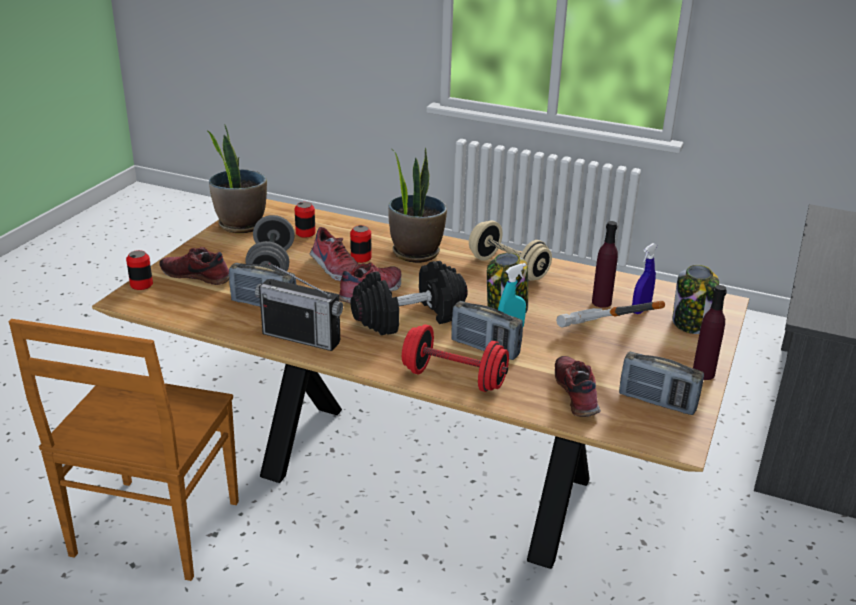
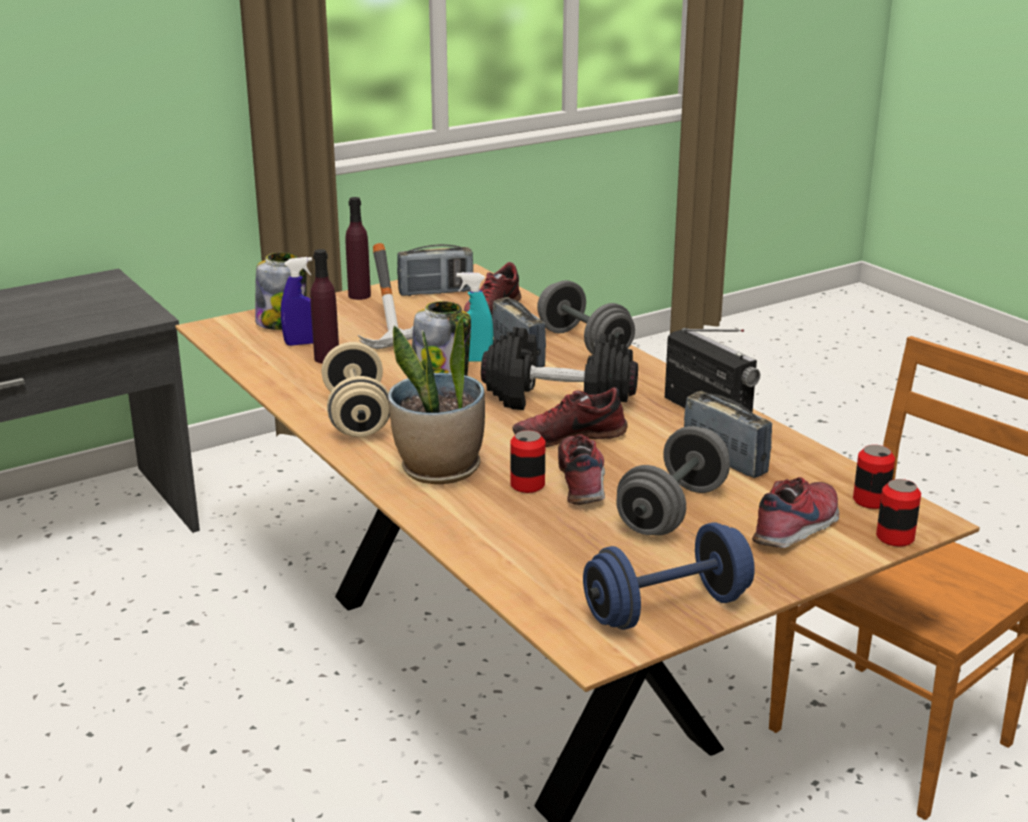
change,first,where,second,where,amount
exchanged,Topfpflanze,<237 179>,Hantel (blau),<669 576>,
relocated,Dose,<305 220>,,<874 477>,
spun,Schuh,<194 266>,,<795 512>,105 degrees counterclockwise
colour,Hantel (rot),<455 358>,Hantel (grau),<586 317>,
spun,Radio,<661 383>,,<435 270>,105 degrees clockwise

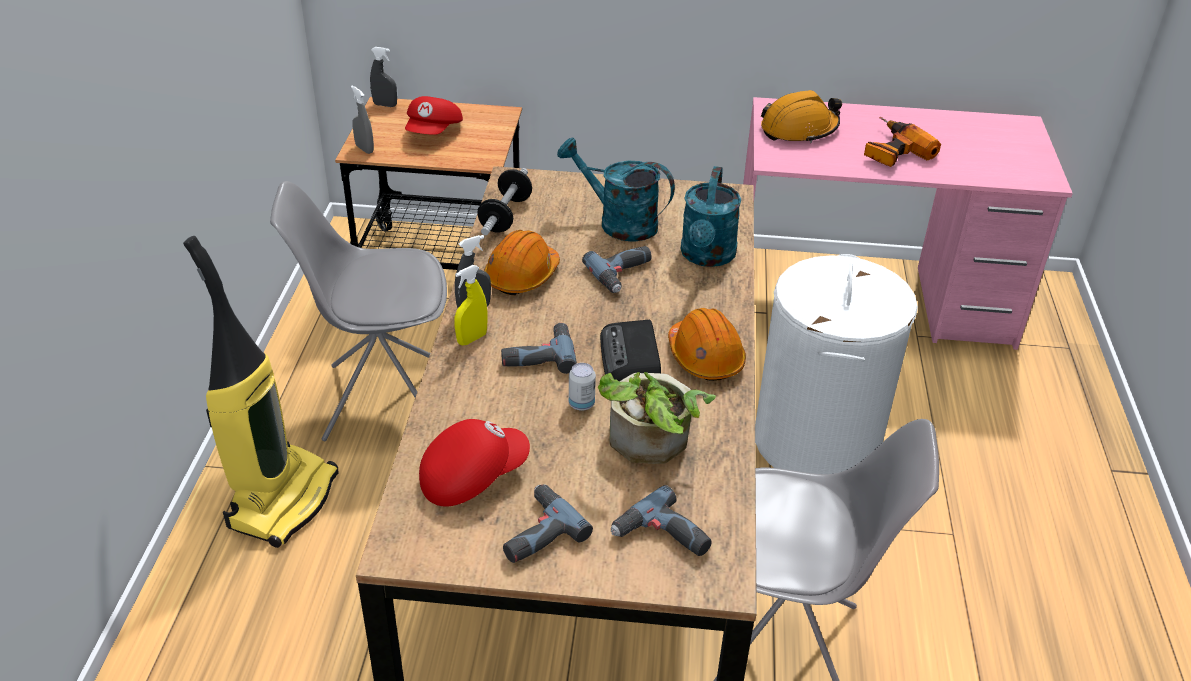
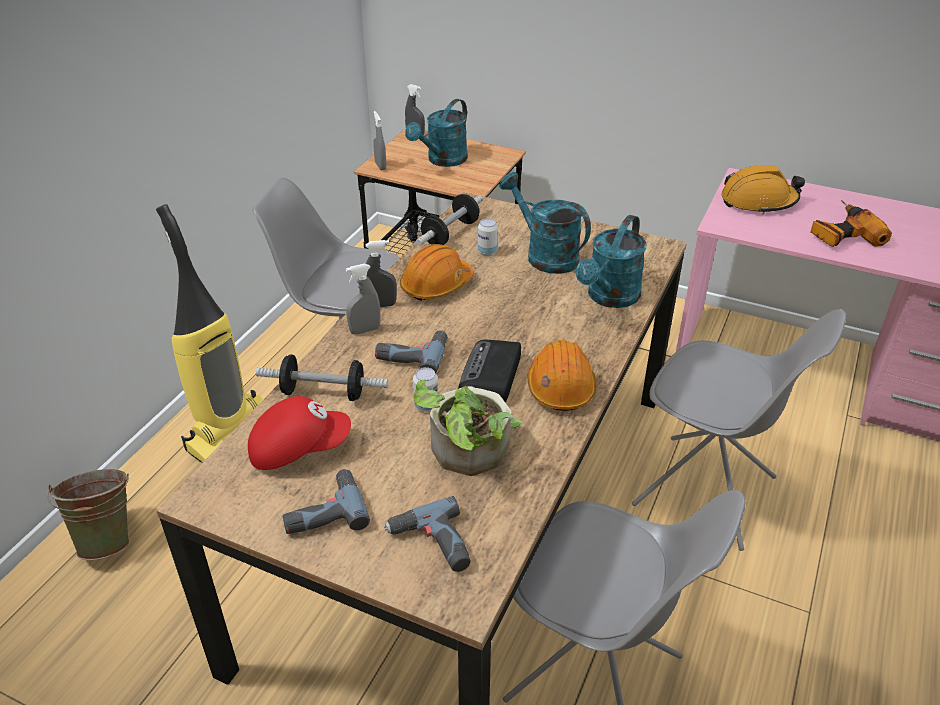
change,first,where,second,where,amount
exchanged,Kappe (rot),<434 115>,Gießkanne (türkis),<436 133>,
missing,Bohrmaschine,<617 269>,,,
exchanged,Wäschekorb (weiß),<836 364>,Stuhl (grau),<739 430>,
colour,Sprühflasche (gelb),<471 305>,Sprühflasche (grau),<363 299>,
appeared,,,Dose,<488 236>,
appeared,,,Hantel,<322 377>,
appeared,,,Eimer (grün),<88 514>,

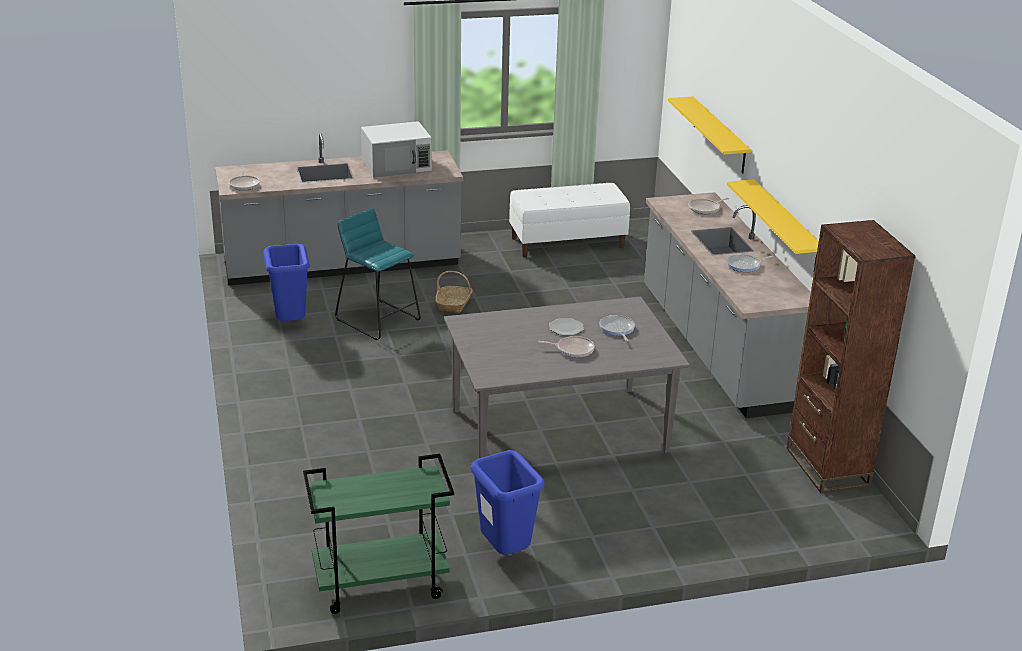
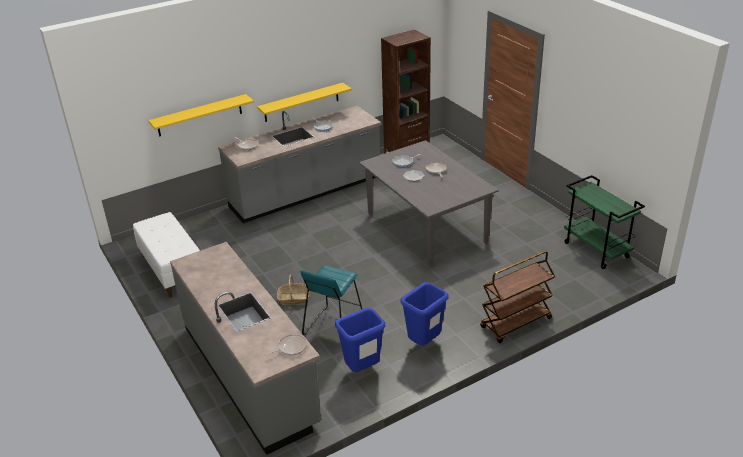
change,first,where,second,where,amount
missing,Mikrowelle (weiß),<396 149>,,,
relocated,Mülleimer (blau),<507 502>,,<425 314>,
appeared,,,Rollwagen (braun),<517 297>,

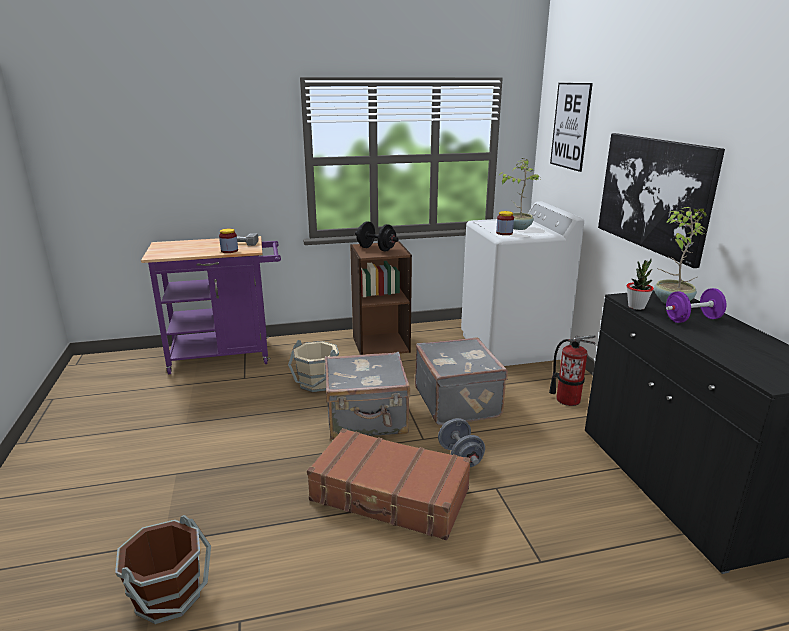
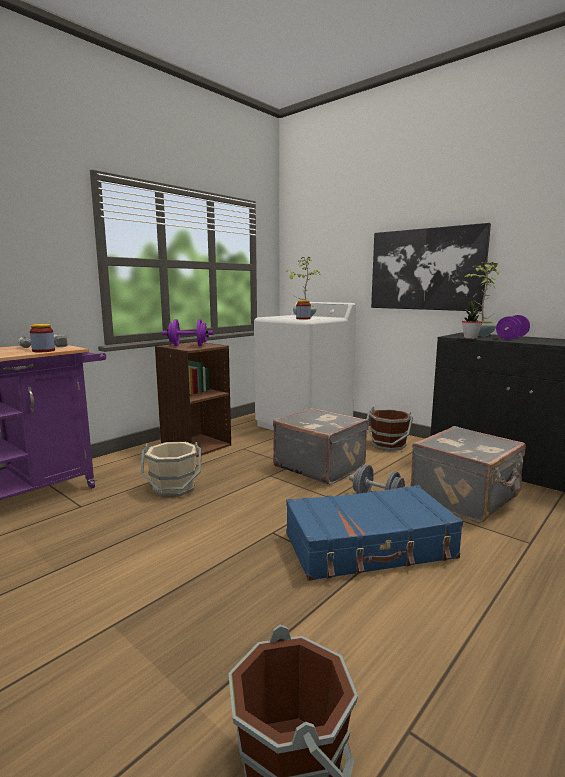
change,first,where,second,where,amount
missing,Bild,<571 127>,,,
colour,Hantel (schwarz),<377 236>,Hantel (lila),<188 332>,
exchanged,Feuerlöscher,<572 370>,Eimer (braun),<390 428>,
relocated,Koffer (grau),<367 395>,,<468 474>,
colour,Koffer (braun),<389 484>,Koffer (blau),<374 533>,

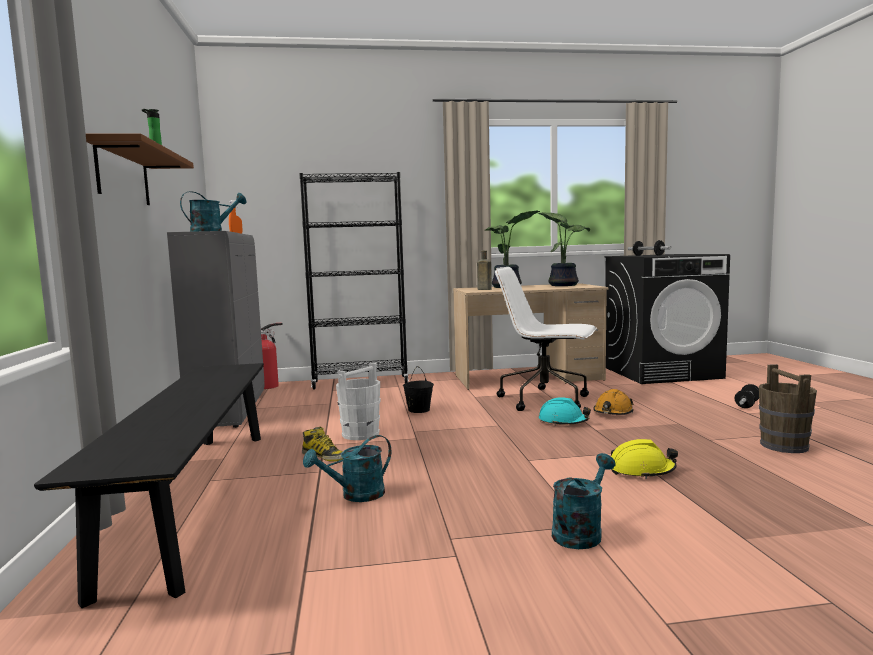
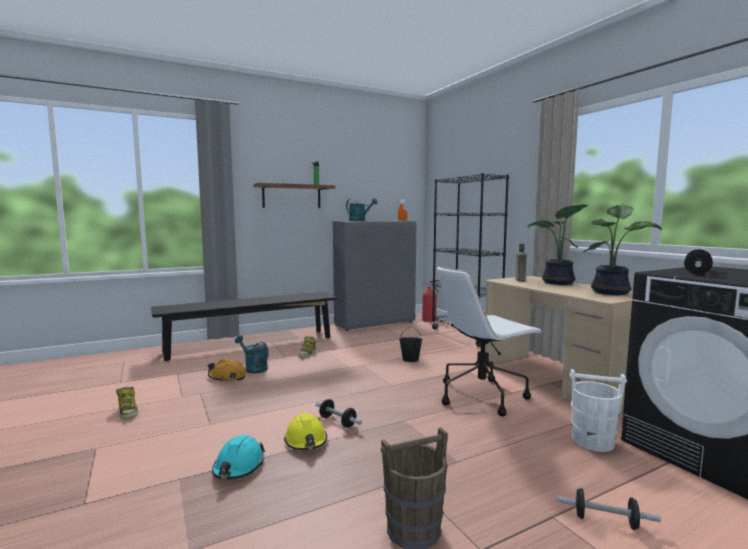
change,first,where,second,where,amount
spun,Bürostuhl (weiß),<546 339>,,<489 341>,120 degrees counterclockwise
relocated,Eimer (weiß),<358 401>,,<598 410>,
relocated,Schutzhelm (orange),<613 402>,,<227 370>,
relocated,Schutzhelm (türkis),<565 411>,,<238 457>,
missing,Gießkanne (türkis),<584 501>,,,
appeared,,,Stiefel,<127 403>,
appeared,,,Hantel,<338 413>,

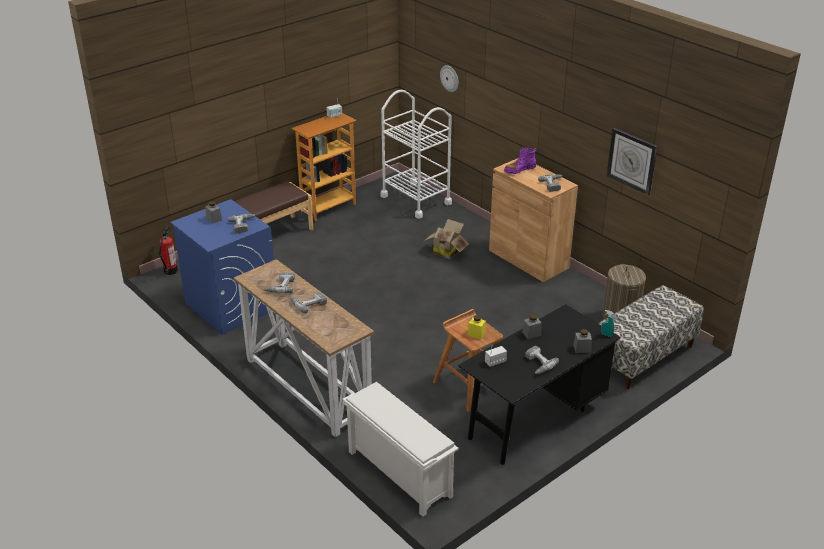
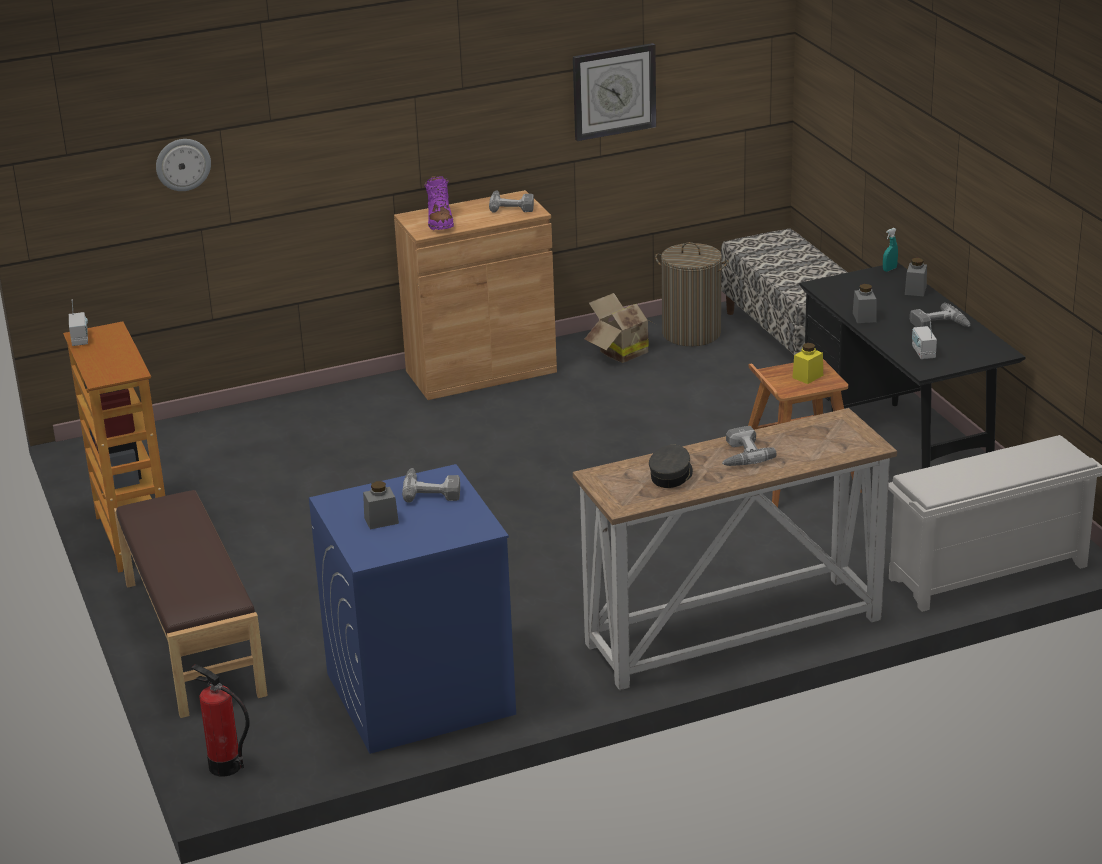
change,first,where,second,where,amount
missing,Rollwagen (weiß),<416 154>,,,
relocated,Karton,<446 239>,,<623 328>,
exchanged,Bohrmaschine,<279 283>,Kappe (grau),<671 466>,

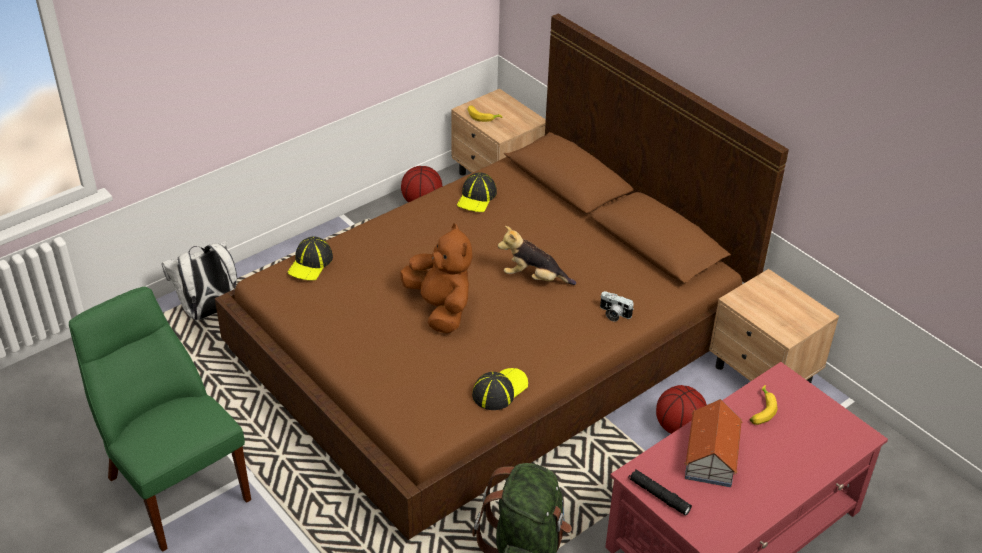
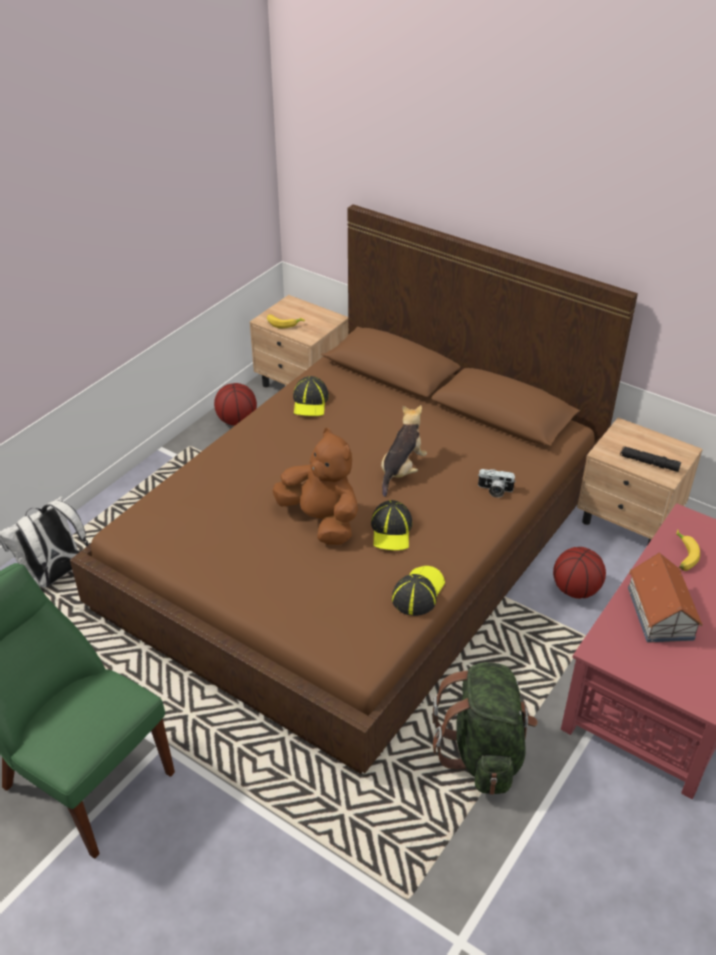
change,first,where,second,where,amount
spun,Plüschtier,<537 255>,,<404 451>,120 degrees clockwise
relocated,Kappe,<310 258>,,<391 525>,
relocated,Taschenlampe (schwarz),<660 492>,,<650 459>,

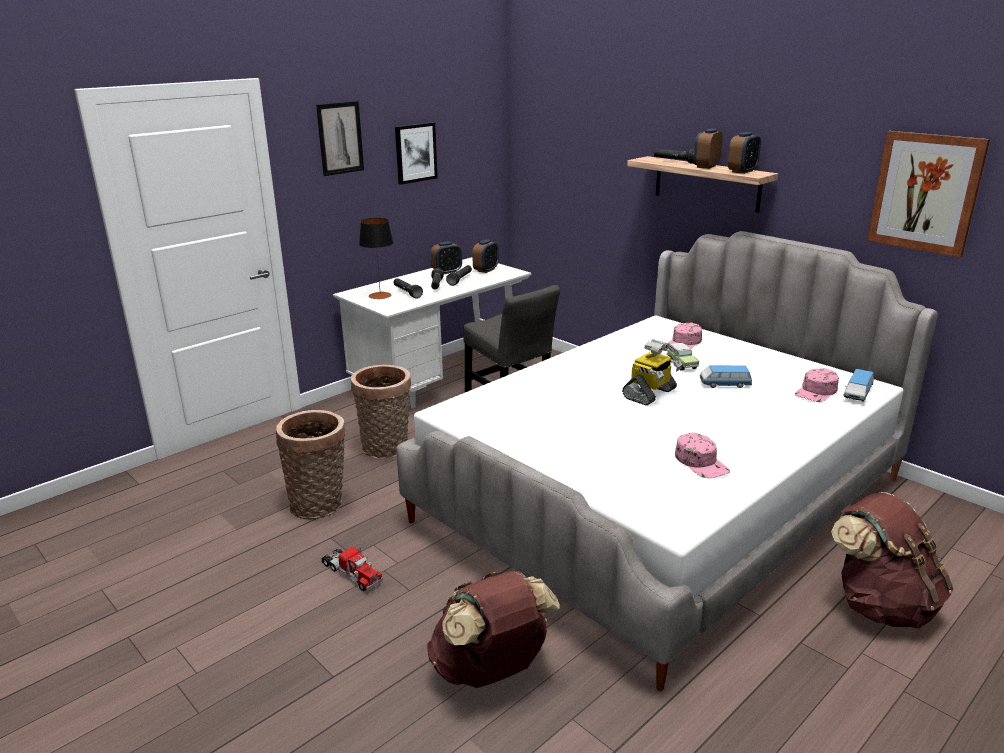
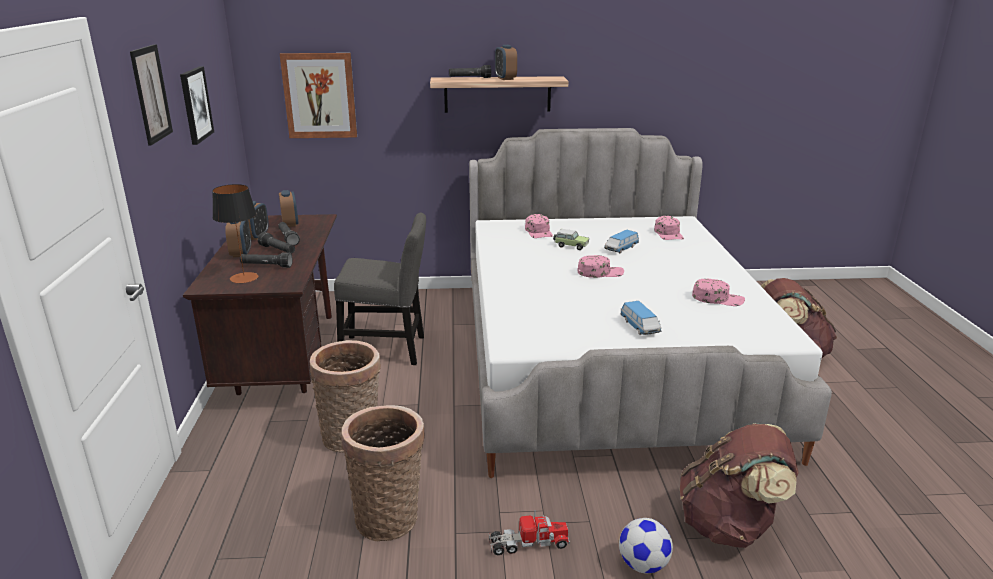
change,first,where,second,where,amount
relocated,Bild,<928 194>,,<318 95>,
relocated,Wecker,<744 153>,,<238 238>,
colour,Schreibtisch (weiß),<432 333>,Schreibtisch (braun),<260 304>,
exchanged,Spielzeugroboter,<652 372>,Kappe (rosa),<601 266>,
relocated,Spielzeugauto,<859 385>,,<641 318>,
appeared,,,Fußball,<646 545>,

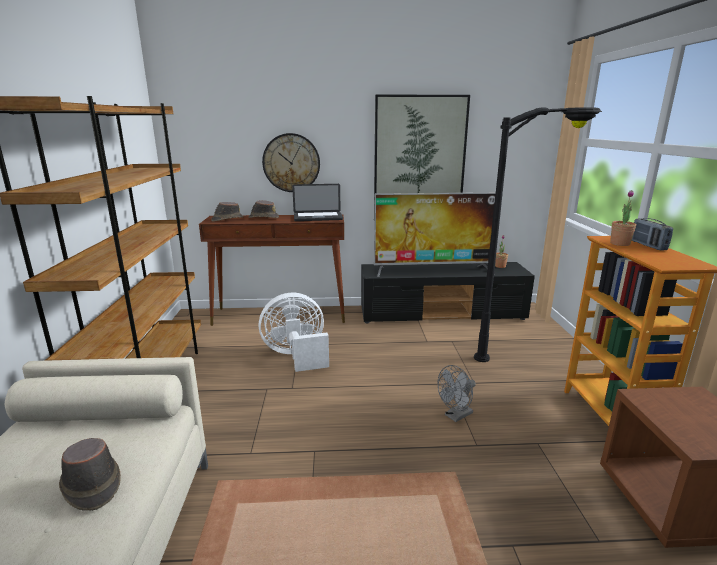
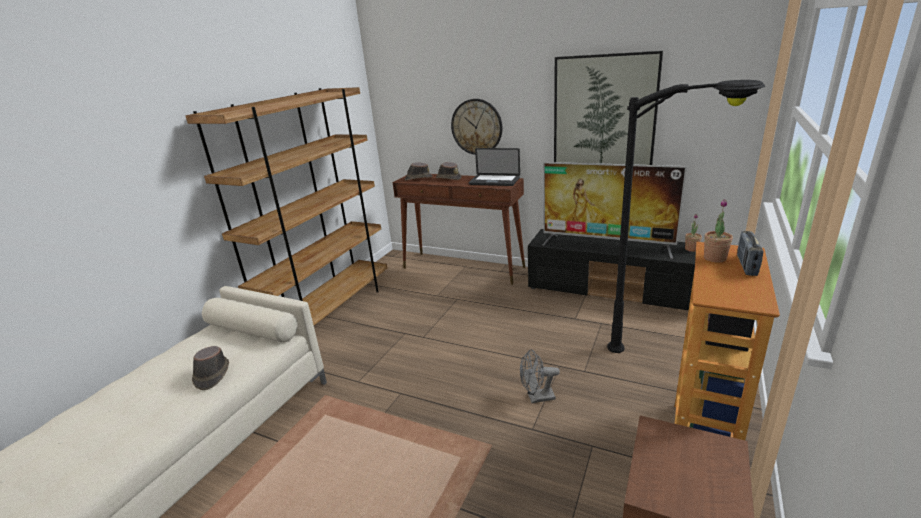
change,first,where,second,where,amount
missing,Ventilator (weiß),<294 332>,,,

